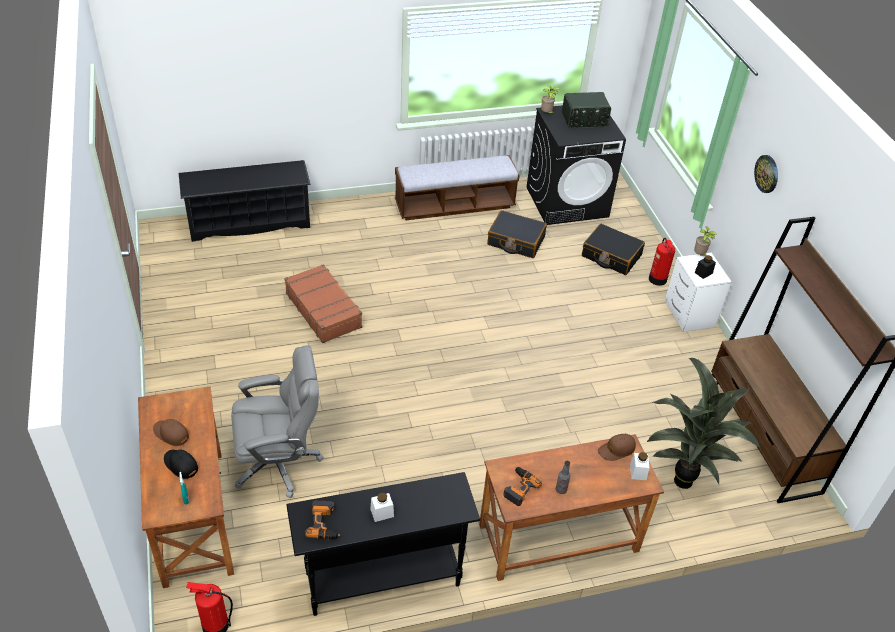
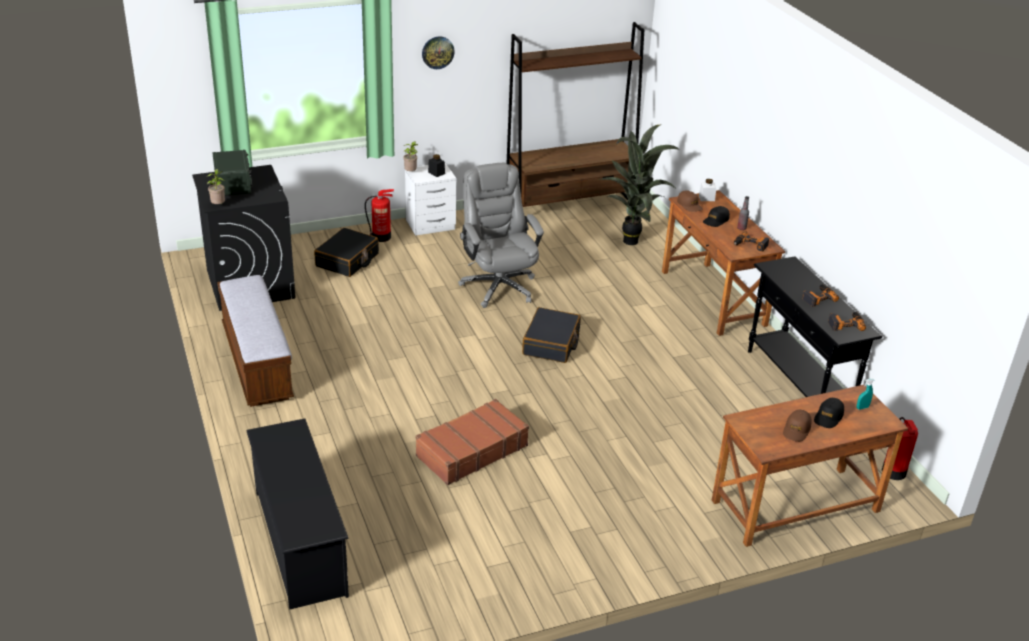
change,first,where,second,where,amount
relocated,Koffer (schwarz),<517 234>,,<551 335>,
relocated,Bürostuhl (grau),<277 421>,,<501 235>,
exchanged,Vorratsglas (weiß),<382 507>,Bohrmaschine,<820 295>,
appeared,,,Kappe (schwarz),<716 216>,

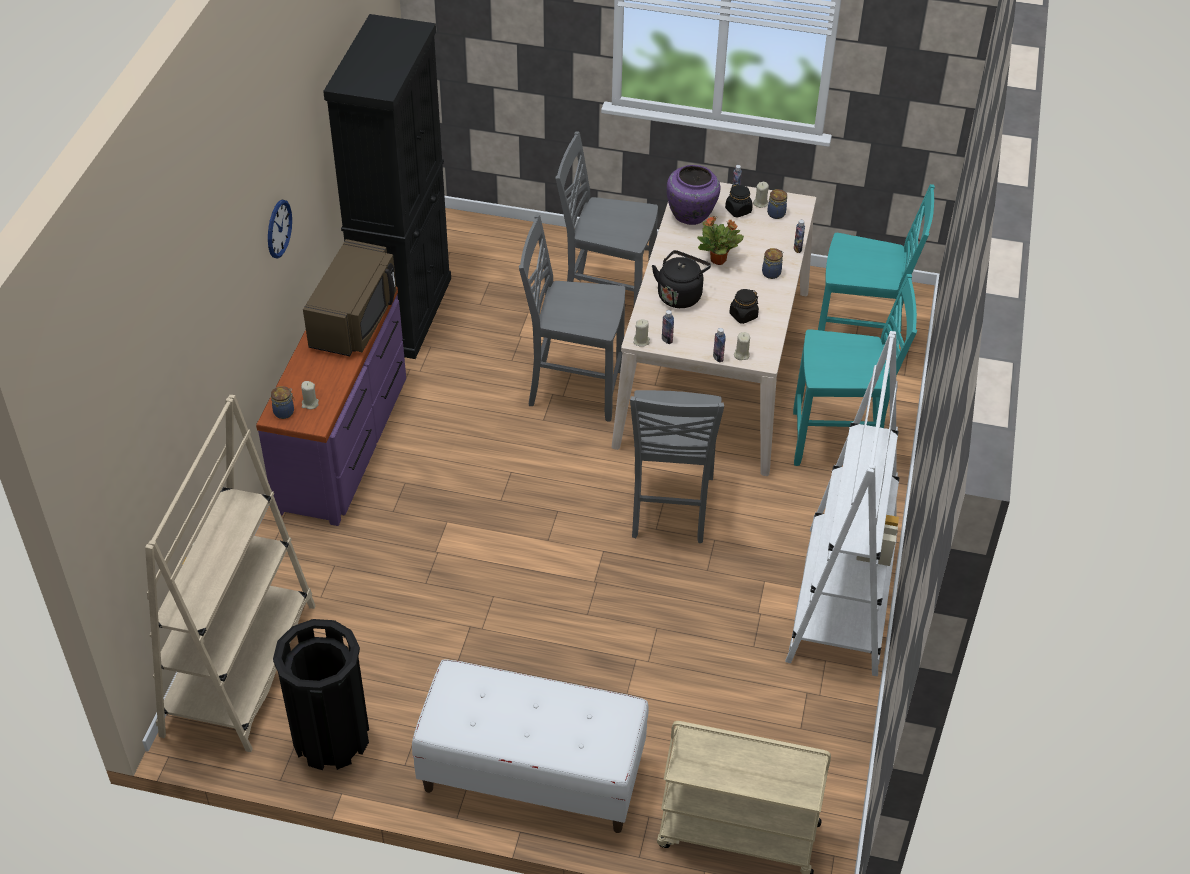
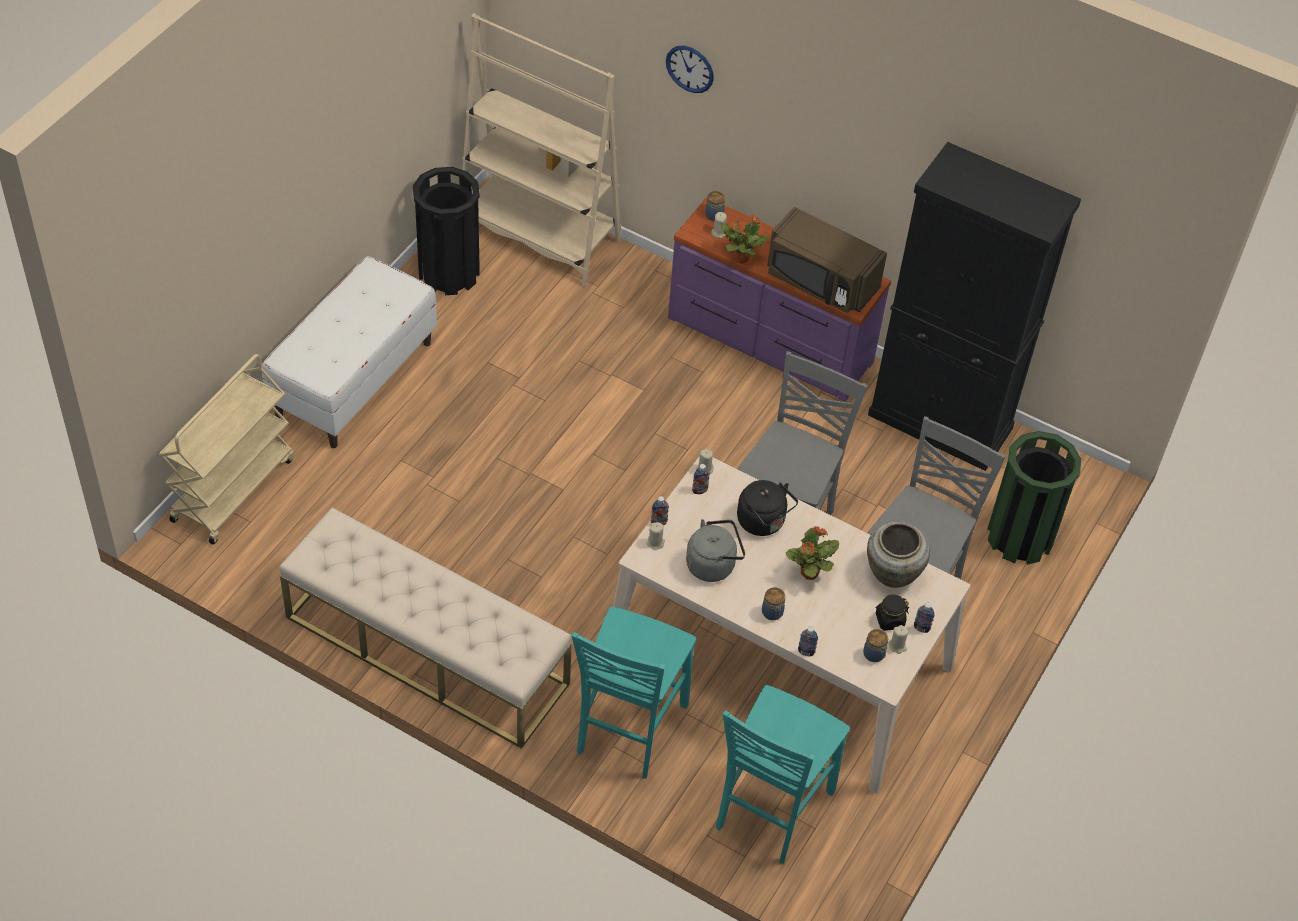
change,first,where,second,where,amount
colour,Vase (lila),<693 195>,Vase (beige),<898 554>,
relocated,Wanduhr,<280 229>,,<690 69>,
exchanged,Vorratsglas (schwarz),<744 306>,Wasserkessel (grau),<715 550>,
exchanged,Bücherregal (weiß),<842 503>,Bank (beige),<425 628>,
missing,Stuhl (grau),<677 466>,,,
appeared,,,Topfpflanze,<745 238>,
appeared,,,Mülleimer (grün),<1034 497>,

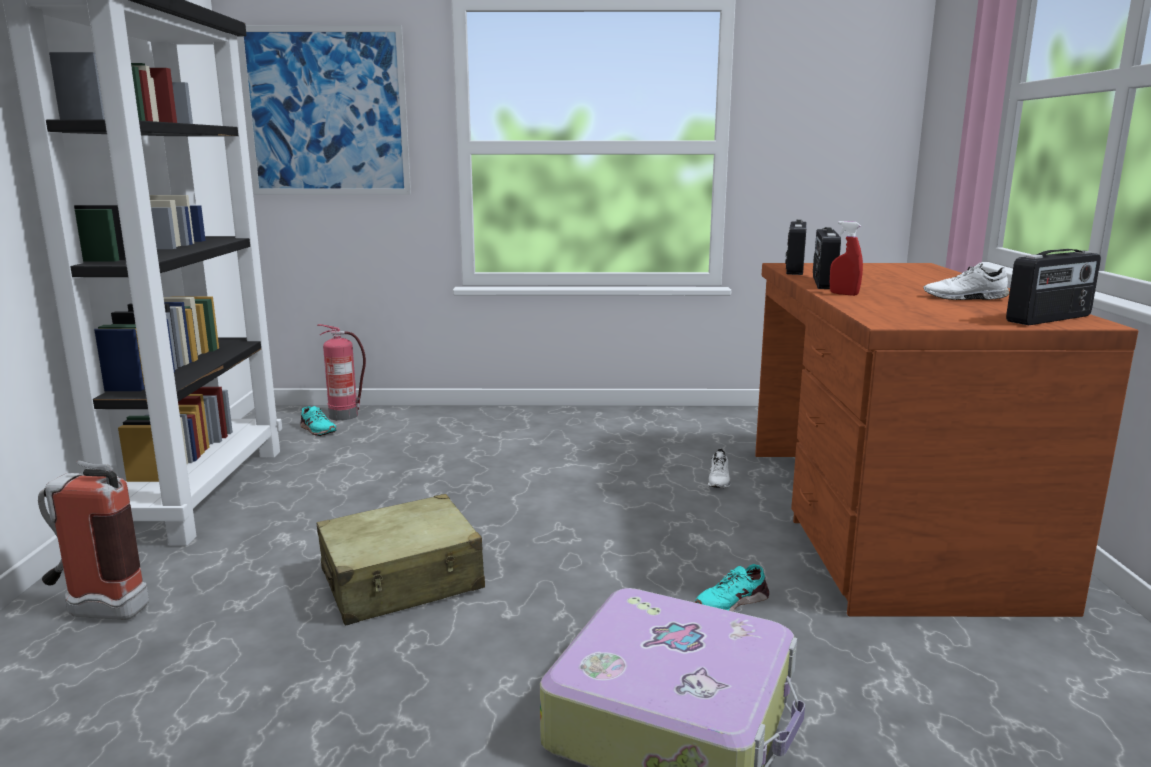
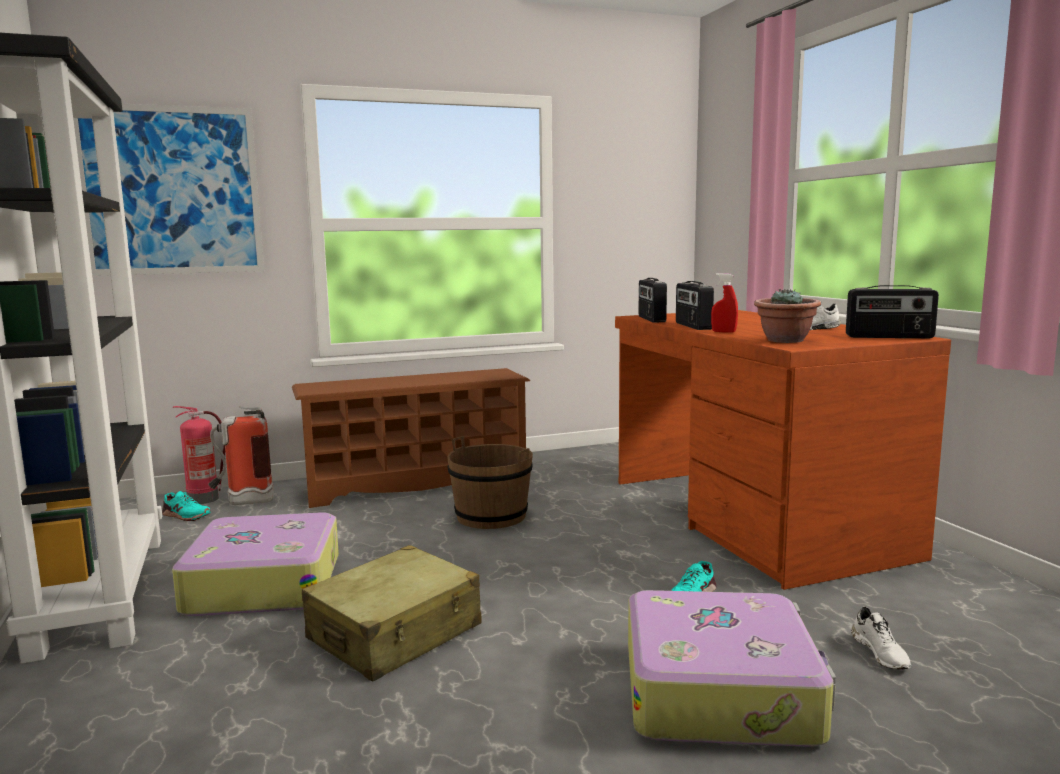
change,first,where,second,where,amount
spun,Radio,<1053 287>,,<892 311>,60 degrees clockwise
relocated,Schuh (weiß),<719 468>,,<881 637>,
relocated,Feuerlöscher,<93 540>,,<241 455>,
appeared,,,Topfpflanze,<787 316>,
appeared,,,Schuhregal (braun),<411 438>,
appeared,,,Eimer (braun),<490 482>,
appeared,,,Koffer,<255 564>,

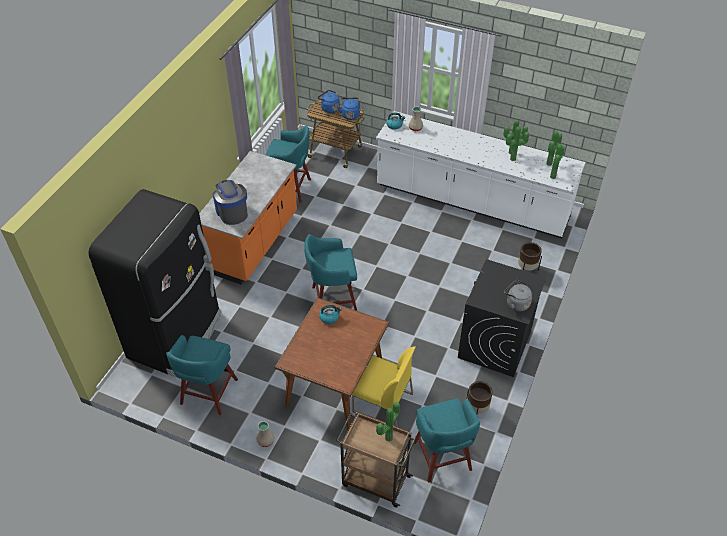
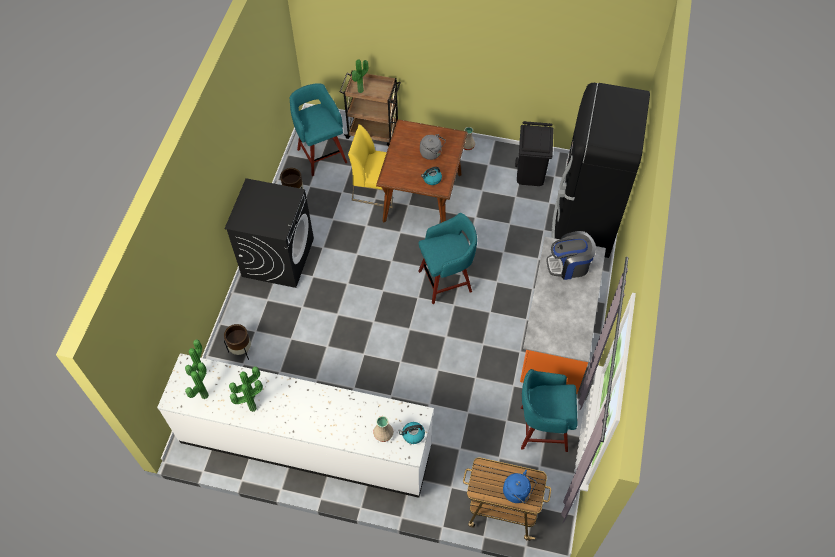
change,first,where,second,where,amount
missing,Wasserkessel (blau),<348 109>,,,
spun,Kaffeemaschine,<230 202>,,<571 255>,120 degrees clockwise
relocated,Wasserkessel (grau),<518 296>,,<433 147>,
exchanged,Hocker (türkis),<202 375>,Mülleimer (schwarz),<534 153>,

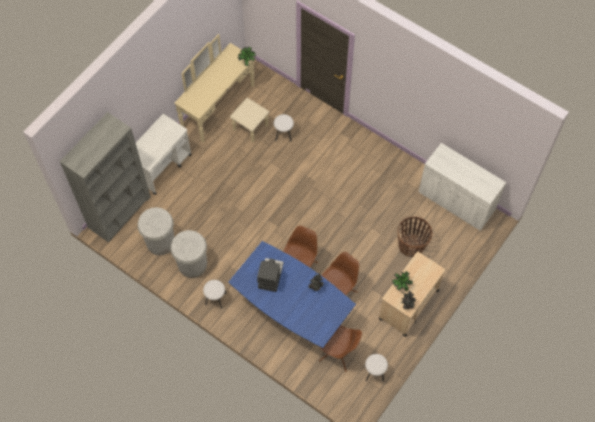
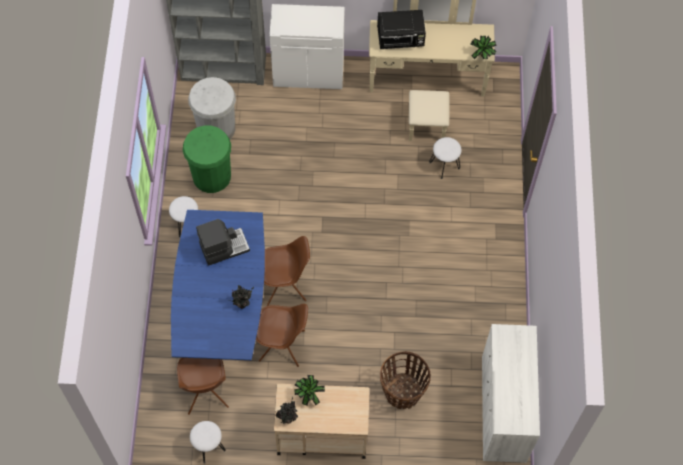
change,first,where,second,where,amount
exchanged,Rollwagen (weiß),<164 154>,Schrank (weiß),<307 46>,
colour,Mülleimer (weiß),<188 254>,Mülleimer (grün),<207 159>,
appeared,,,Mikrowelle (schwarz),<401 29>,

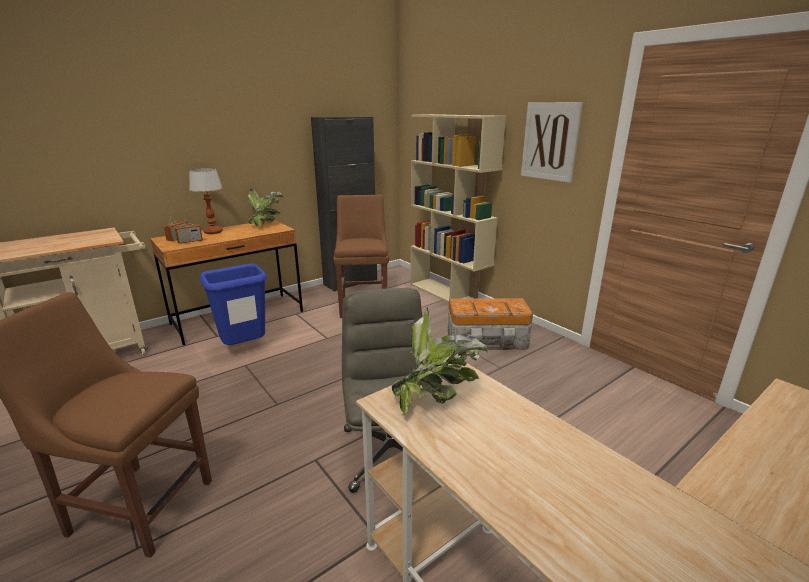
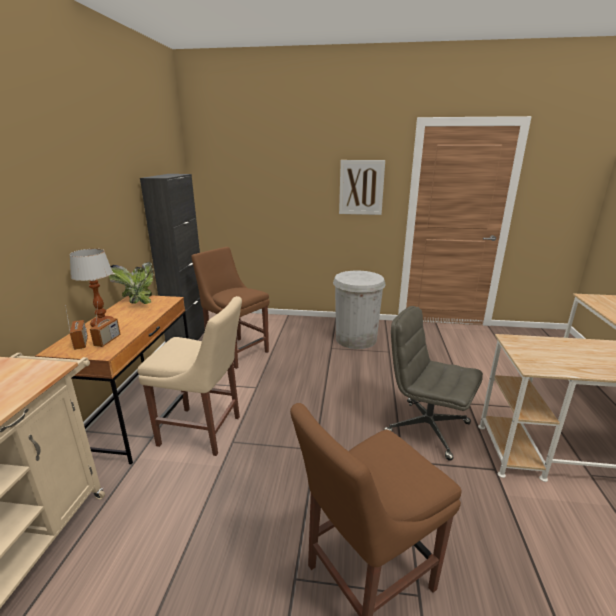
change,first,where,second,where,amount
missing,Bücherregal (beige),<458 208>,,,
exchanged,Mülleimer (blau),<233 304>,Stuhl (beige),<189 376>,
exchanged,Aufbewahrungsbox,<490 324>,Mülleimer (weiß),<359 310>,
missing,Topfpflanze,<440 361>,,,

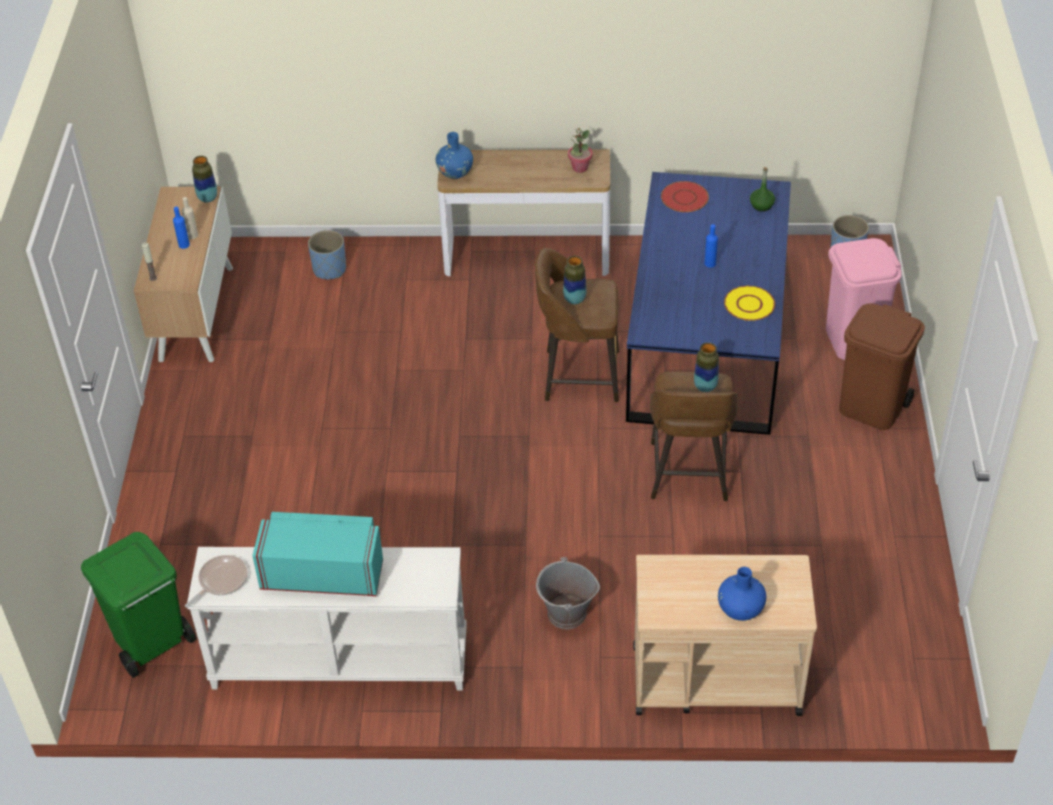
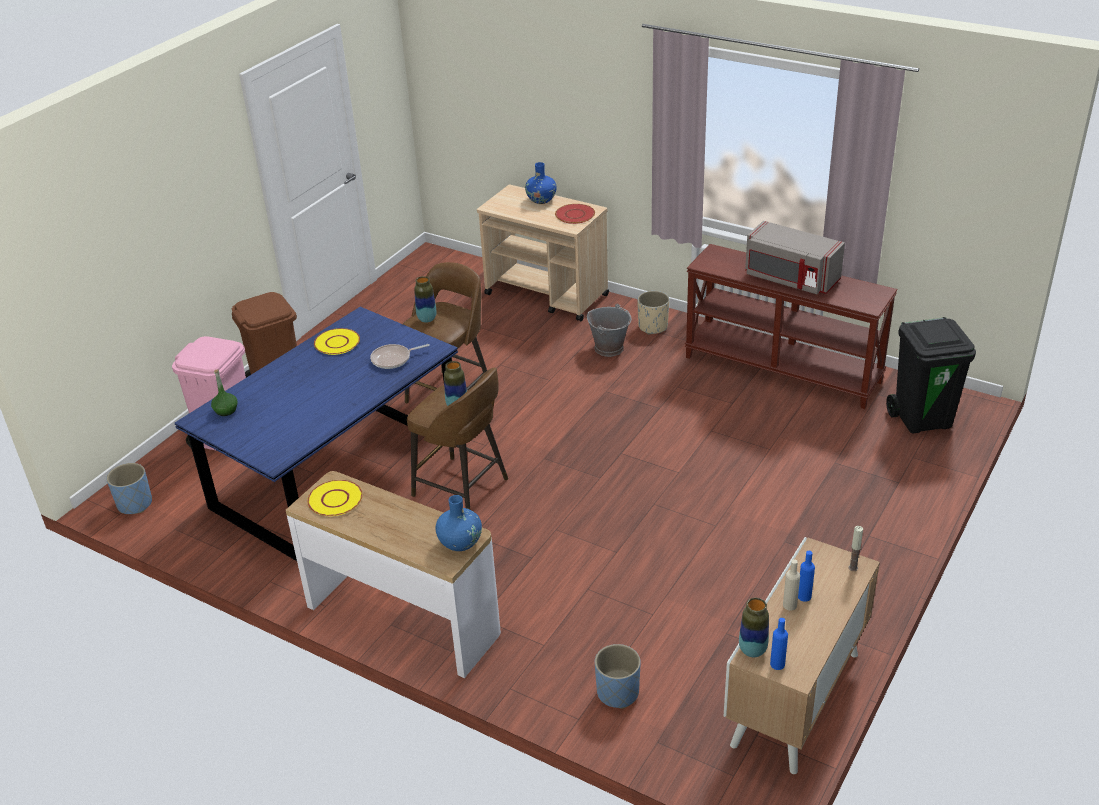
change,first,where,second,where,amount
exchanged,Topfpflanze,<580 150>,Teller (gelb),<335 498>,
relocated,Teller (rot),<685 196>,,<575 214>,
relocated,Flasche (blau),<711 246>,,<779 644>,
colour,Mikrowelle (türkis),<317 554>,Mikrowelle (grau),<795 257>,
colour,Mülleimer (grün),<138 605>,Mülleimer (schwarz),<931 375>,
colour,Konsolentisch (weiß),<327 619>,Konsolentisch (braun),<791 326>,
relocated,Pfanne,<216 581>,,<400 356>,
appeared,,,Pflanzkübel (beige),<653 312>,

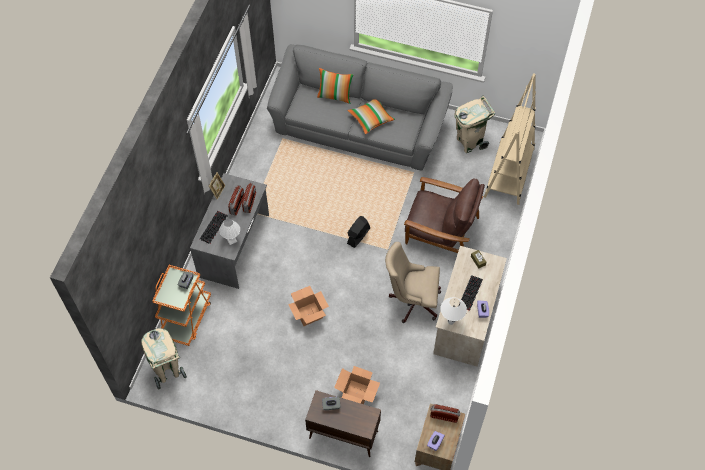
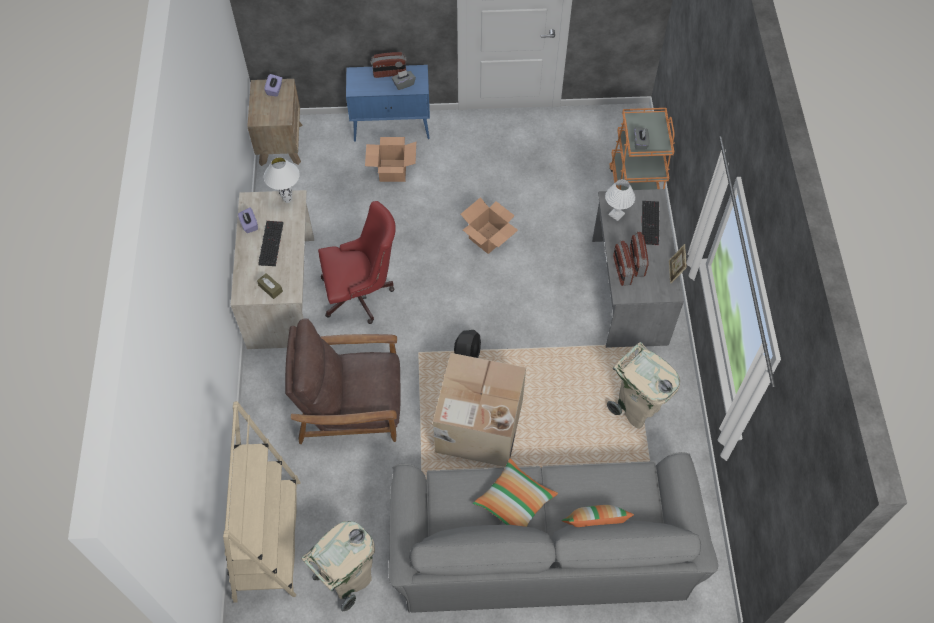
change,first,where,second,where,amount
colour,Bürostuhl (beige),<413 282>,Bürostuhl (rot),<357 262>,
relocated,Mülleimer (beige),<164 358>,,<643 385>,
colour,Schrank (braun),<343 423>,Schrank (blau),<388 103>,
relocated,Radio,<445 413>,,<389 65>,
appeared,,,Karton,<479 410>,

